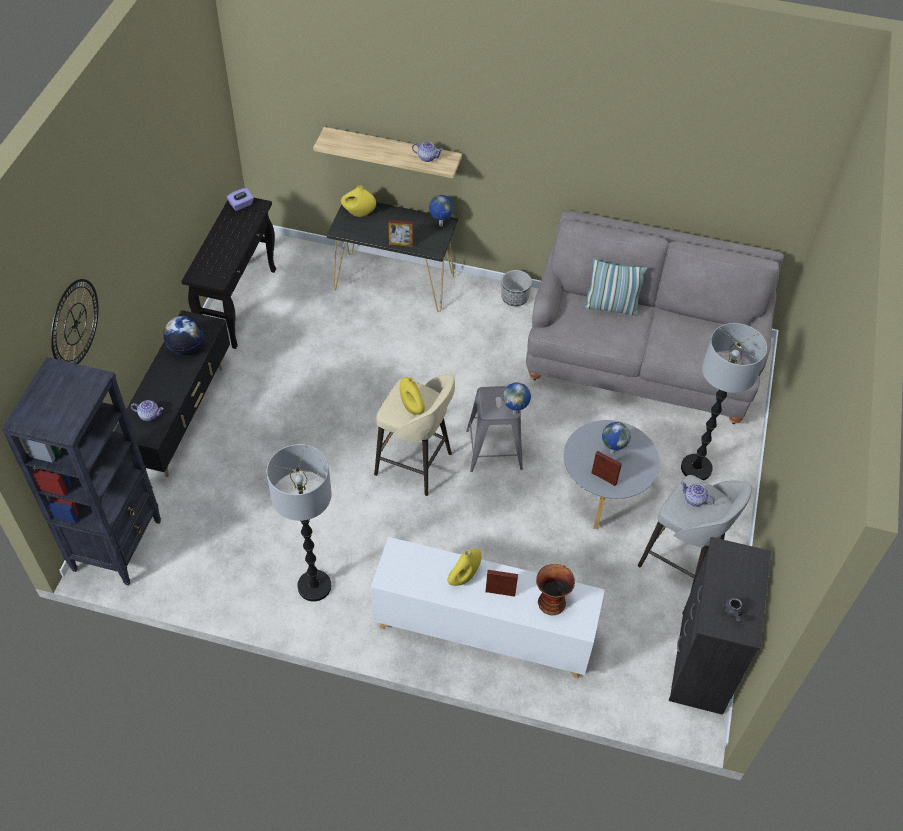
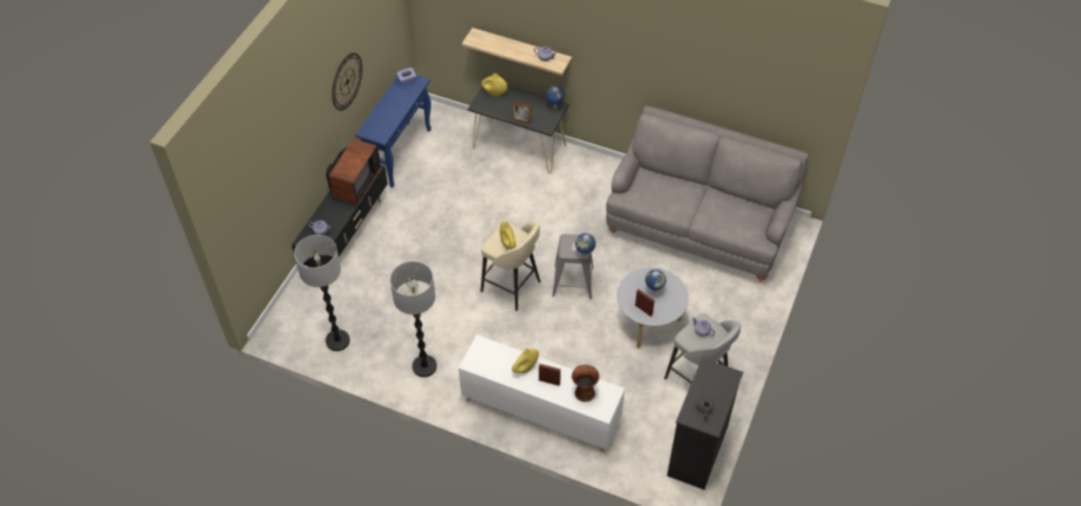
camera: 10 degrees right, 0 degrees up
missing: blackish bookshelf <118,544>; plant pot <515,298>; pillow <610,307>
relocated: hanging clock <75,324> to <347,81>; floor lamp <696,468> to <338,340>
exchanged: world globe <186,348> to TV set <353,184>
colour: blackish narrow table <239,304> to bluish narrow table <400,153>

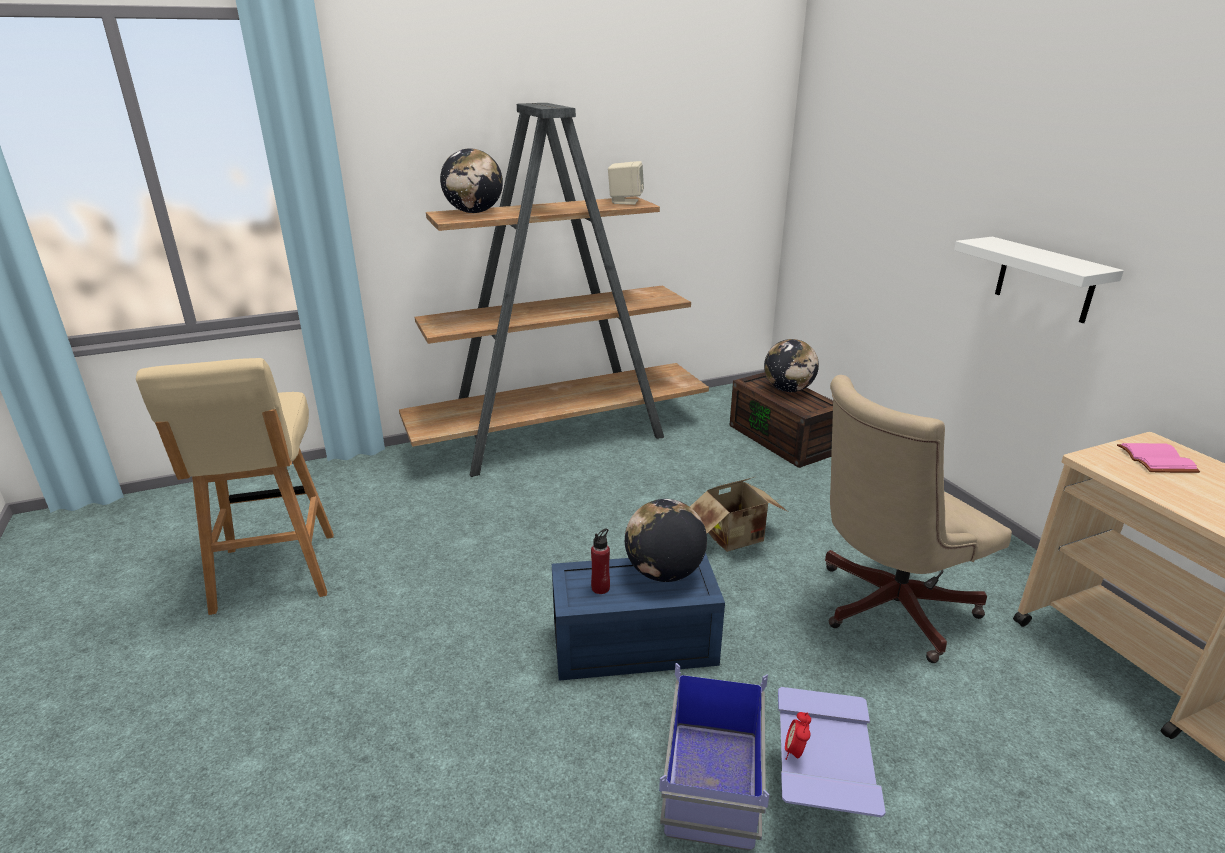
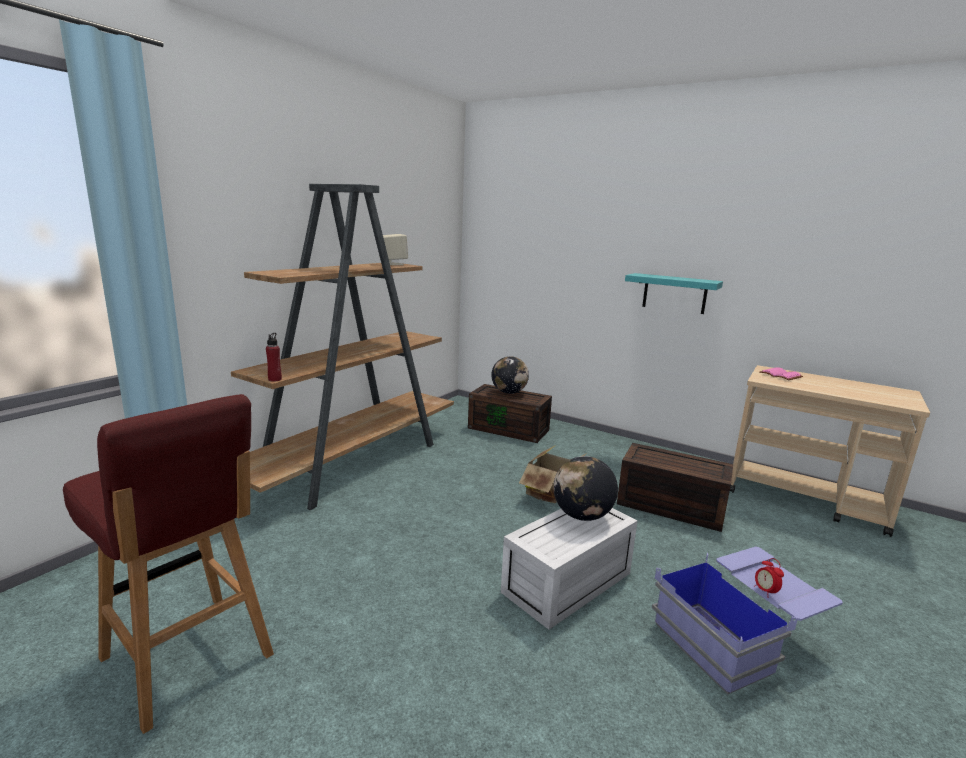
camera: 35 degrees left, 10 degrees down
missing: world globe <474,212>
relocated: red bottle <600,588> to <275,379>
exchanged: sand-coloured desk chair <885,608> to brown-coloured storage box <668,506>
colour: sand-coloured stool seat <274,574> to red stool seat <188,659>; bluish storage box <632,646> to white-coloured storage box <567,584>; white-coloured shelf <1045,280> to turquoise-coloured shelf <674,293>

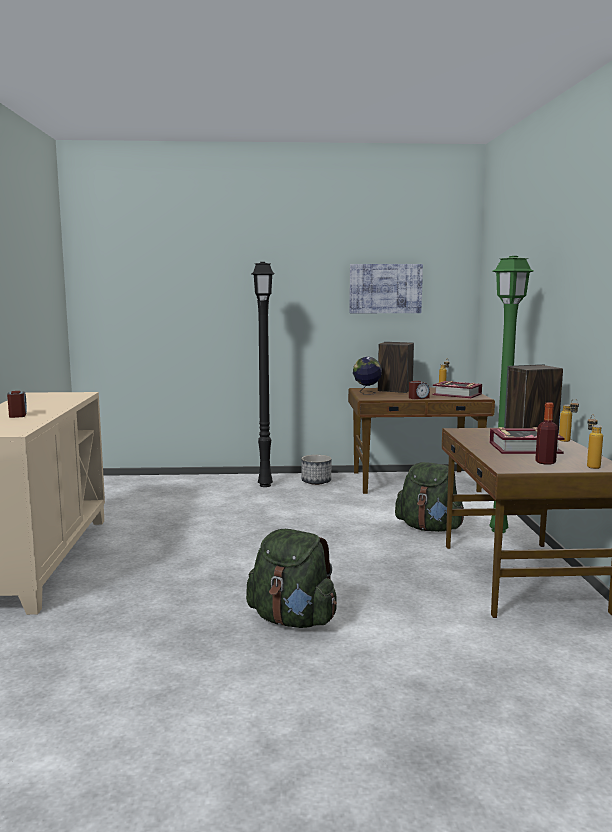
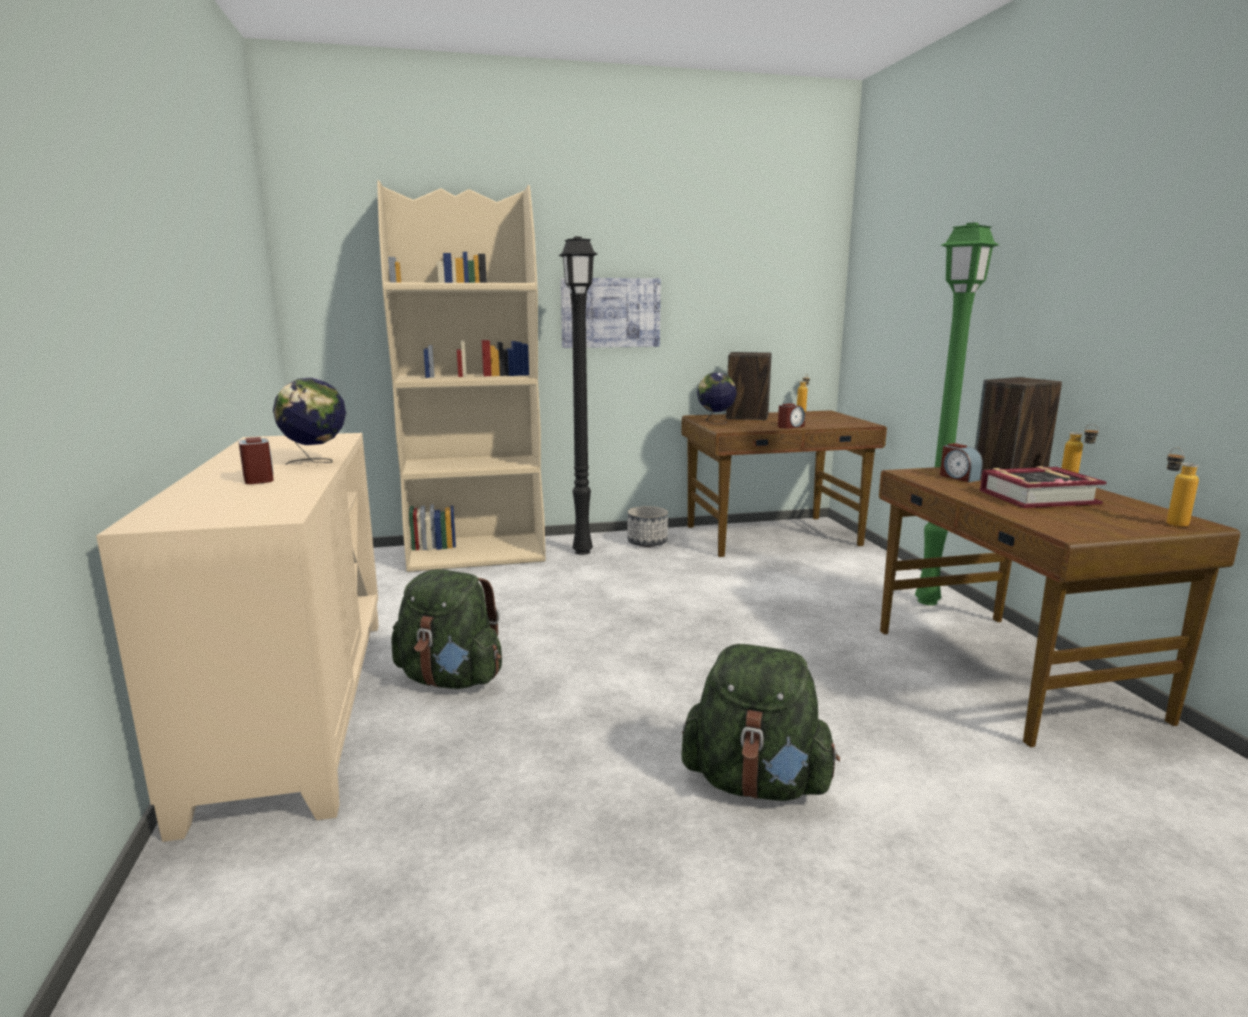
camera: 10 degrees left, 5 degrees up
missing: book <457,394>; bottle <545,462>
appeared: world globe <316,462>; sand-coloured bookshelf <477,553>; table clock <958,477>
relocated: wall art <385,288> to <610,313>; green-coloured rucksack <429,528> to <451,679>

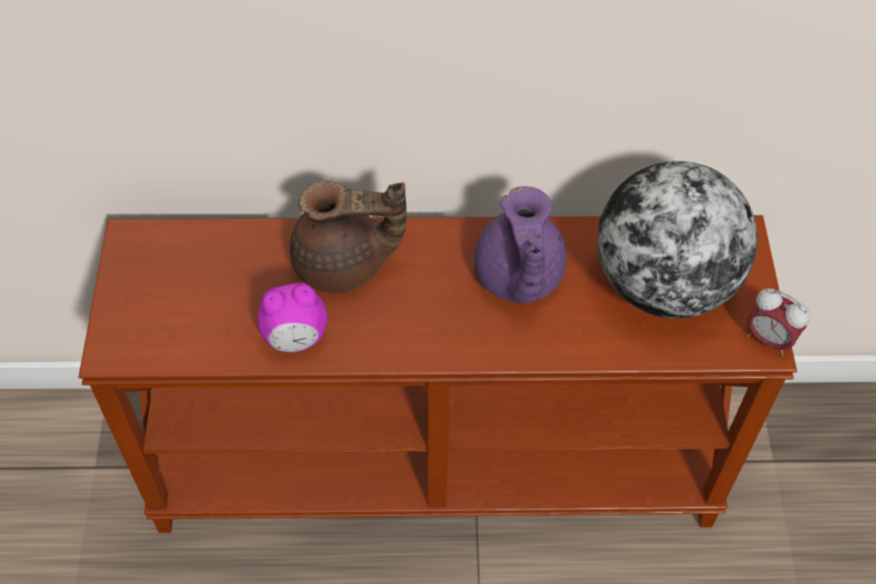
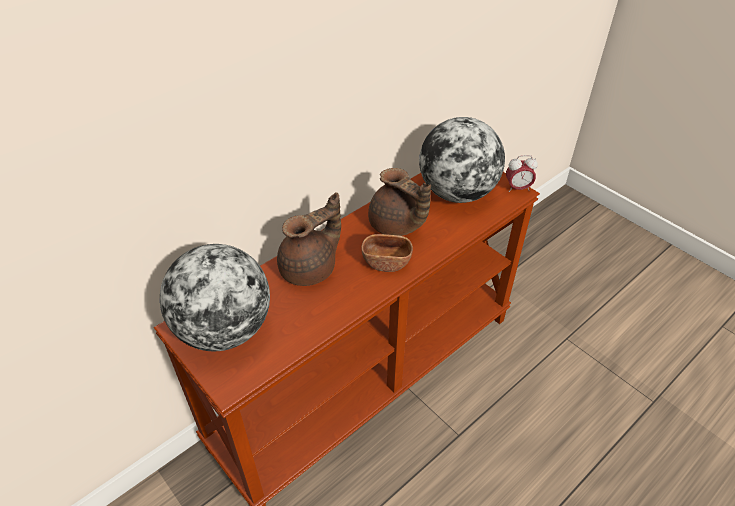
camera: 40 degrees left, 10 degrees down
missing: table clock <295,338>
appeared: world globe <225,330>; brown-coloured serving bowl <386,262>
colour: purple-coloured pot for tea <517,278> to brown-coloured pot for tea <396,226>

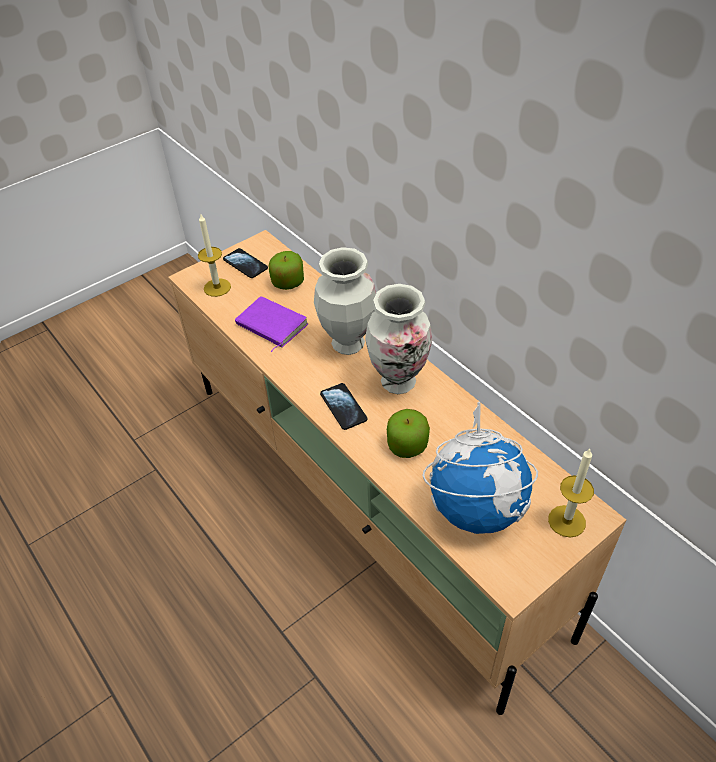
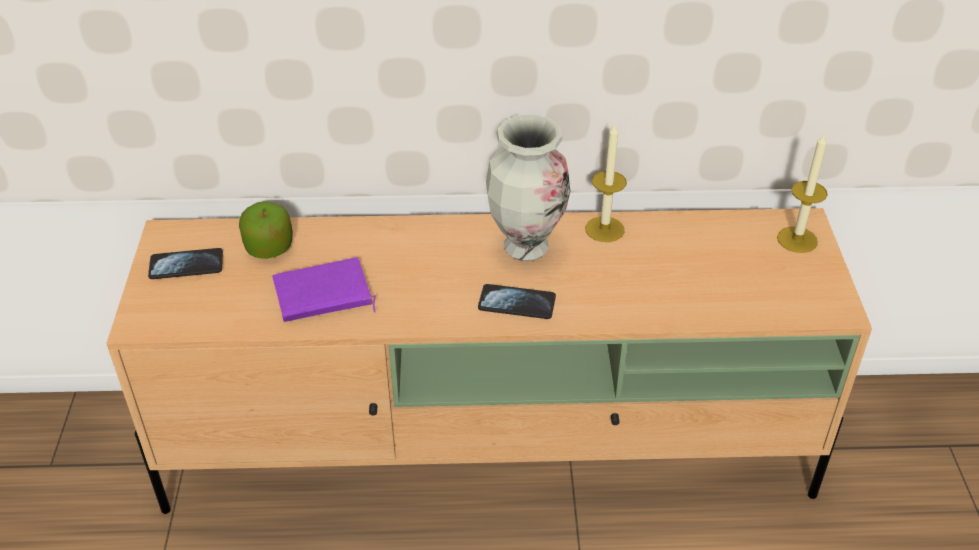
camera: 55 degrees left, 5 degrees down
missing: decorative vase <347,344>; apple fruit <407,445>; world globe <477,508>
relocated: candle <217,287> to <604,229>

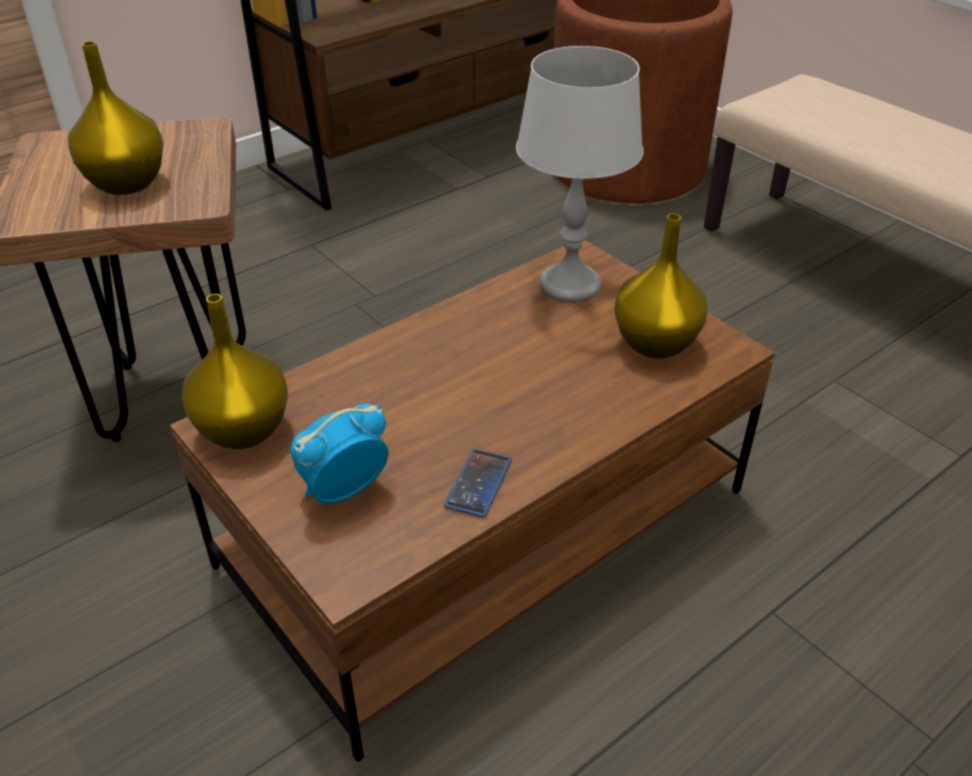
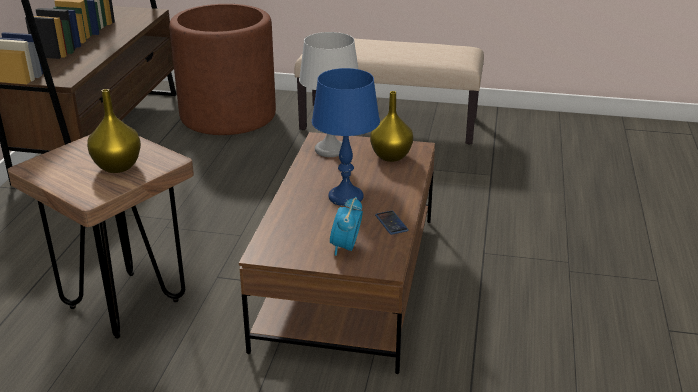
camera: 40 degrees left, 10 degrees down
missing: yellowish decorative vase <241,431>
appeared: bluish table lamp <346,197>

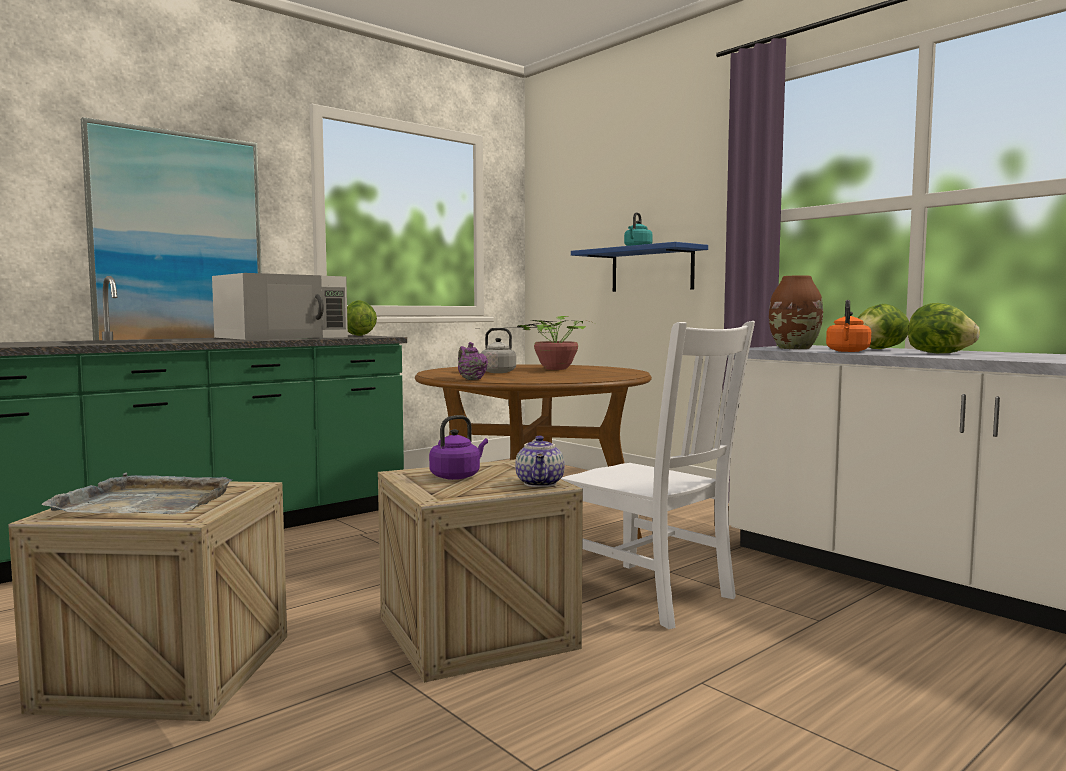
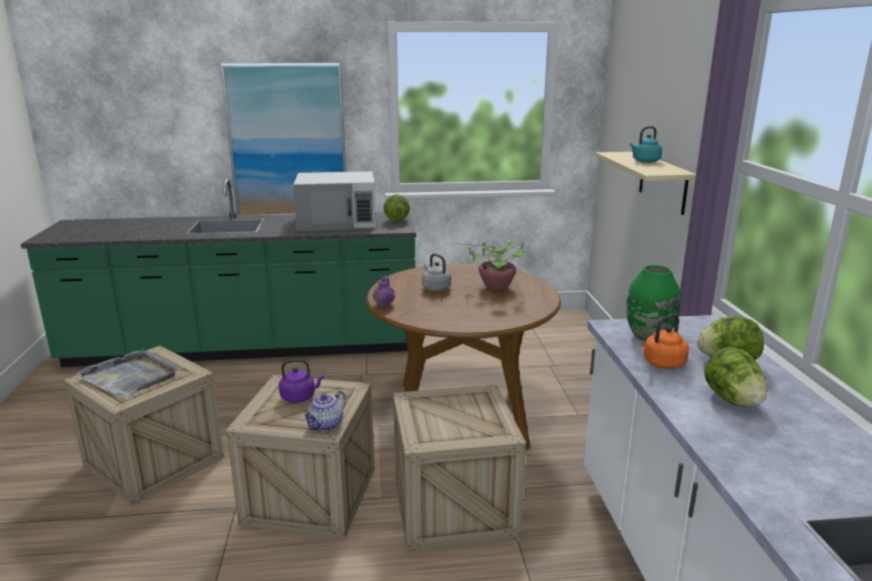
camera: 35 degrees right, 15 degrees up
exchanged: white-coloured chair <652,595> to shipping crate <454,509>
colour: bluish shelf <652,270> to sand-coloured shelf <663,182>; brown-coloured decorative vase <794,348> to green-coloured decorative vase <648,336>

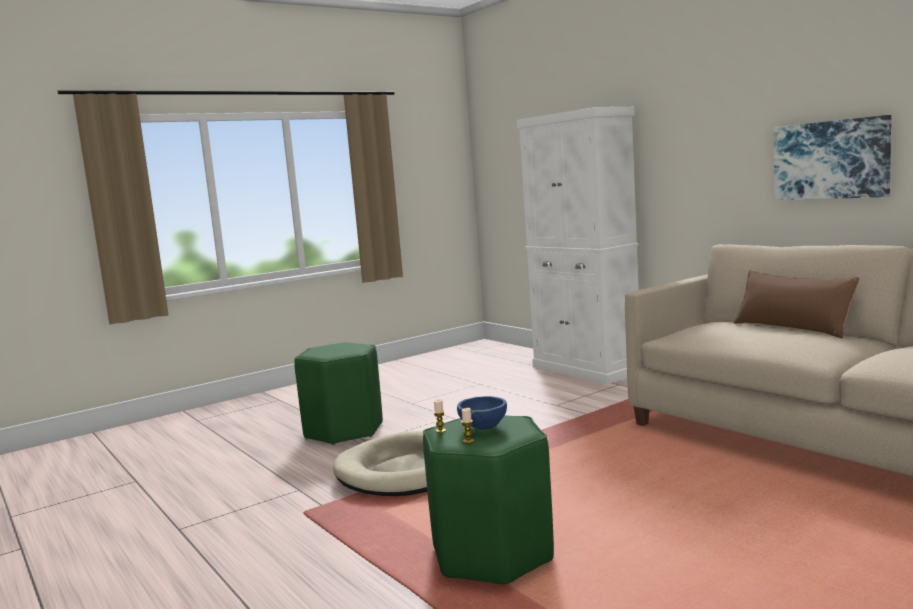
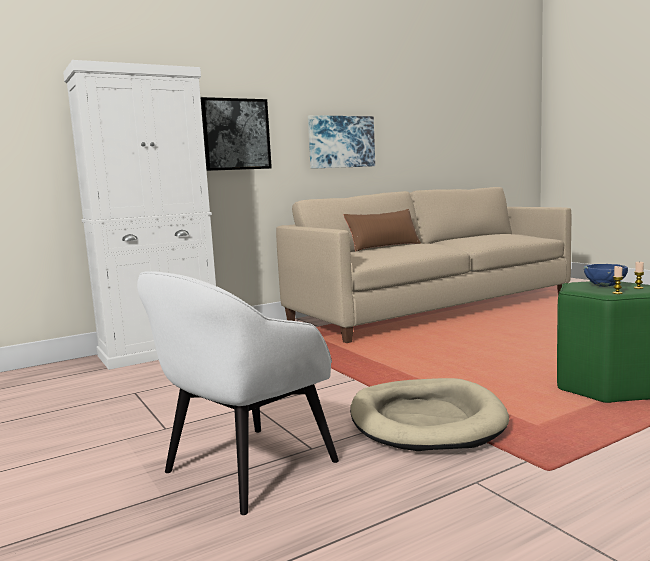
camera: 85 degrees left, 0 degrees up
appeared: wall art <236,134>
exchanged: green-coloured stool seat <344,430> to white-coloured lounge chair <247,468>

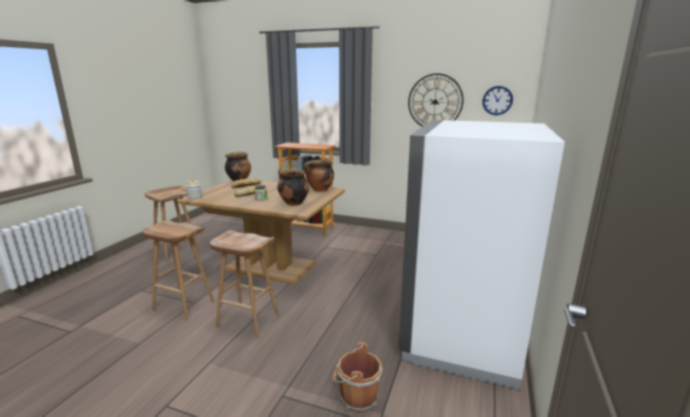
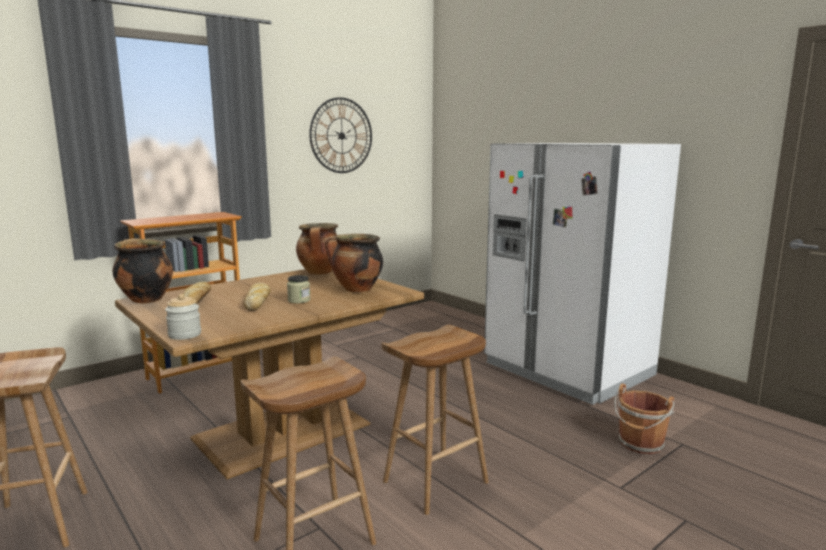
camera: 60 degrees left, 5 degrees down
missing: hanging clock <497,100>

